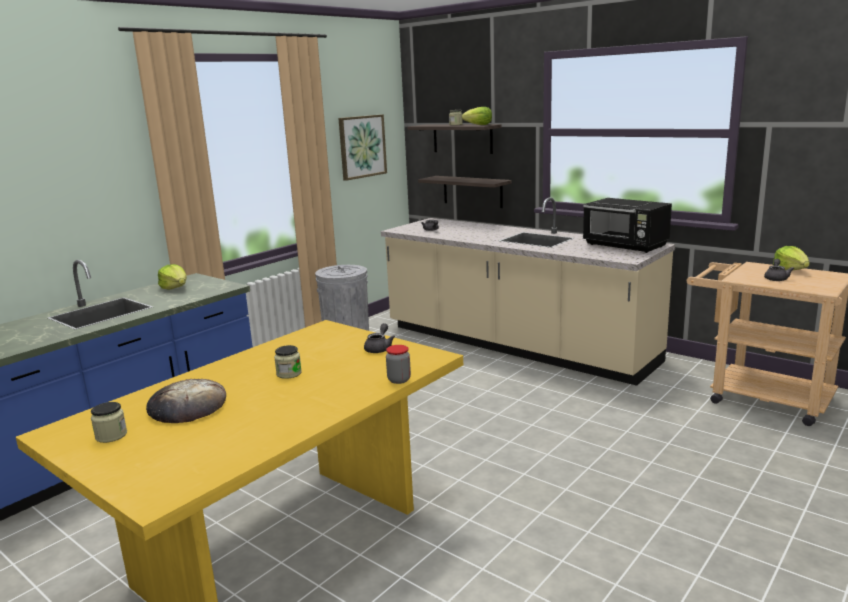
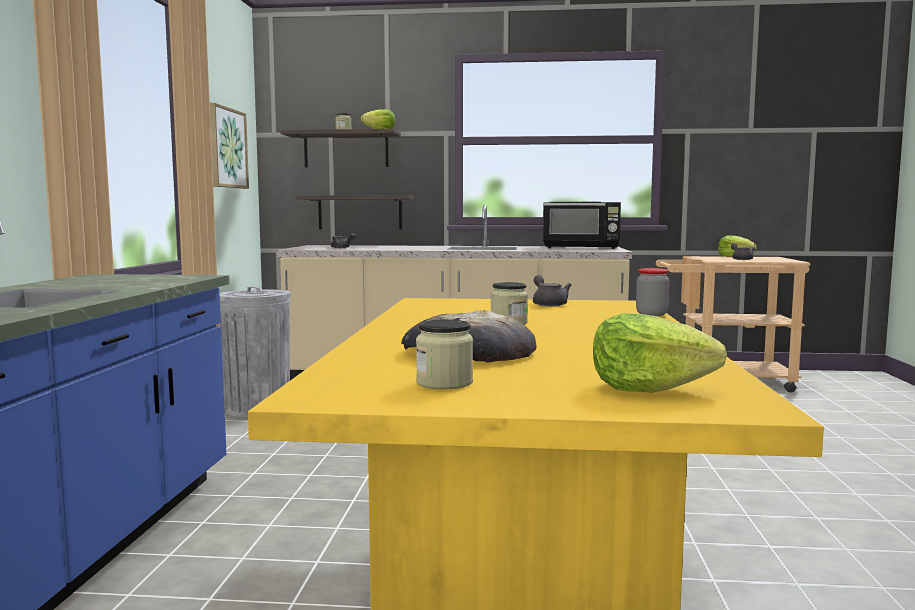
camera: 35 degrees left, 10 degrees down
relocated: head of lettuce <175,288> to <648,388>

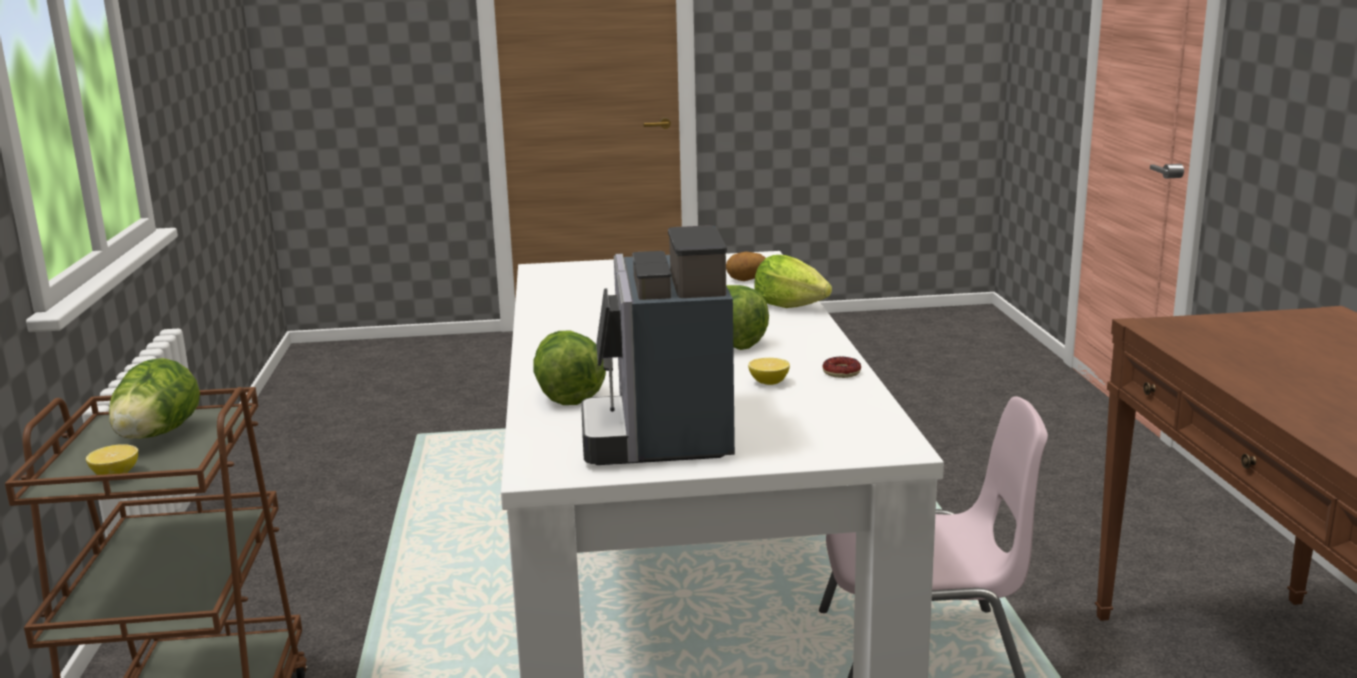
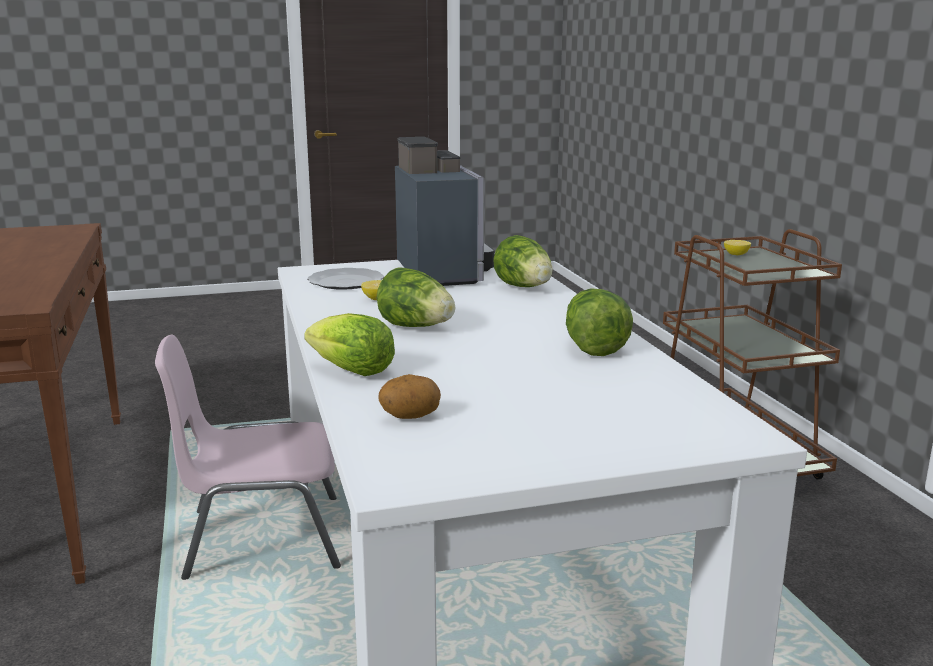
camera: 170 degrees right, 0 degrees up
missing: ring doughnut <841,372>
appeared: plate <346,282>
relocated: head of lettuce <156,436> to <593,347>

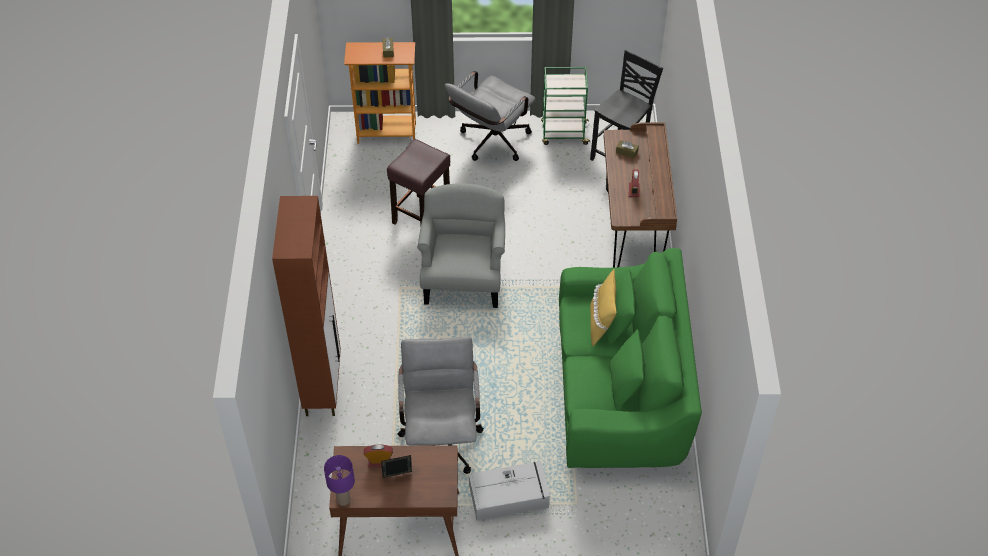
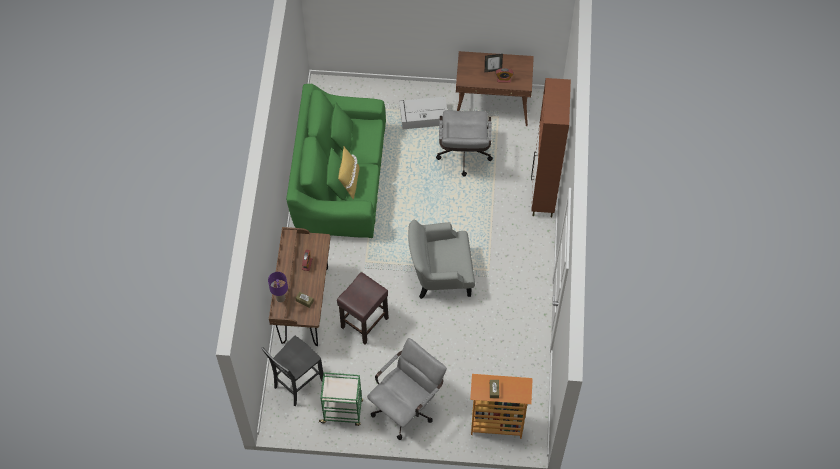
camera: 175 degrees left, 10 degrees up
relocated: purple-coloured table lamp <343,499> to <280,298>; brown-coloured stool seat <422,216> to <364,323>
spun: gray lounge chair <463,278> = <440,275> 75 degrees clockwise

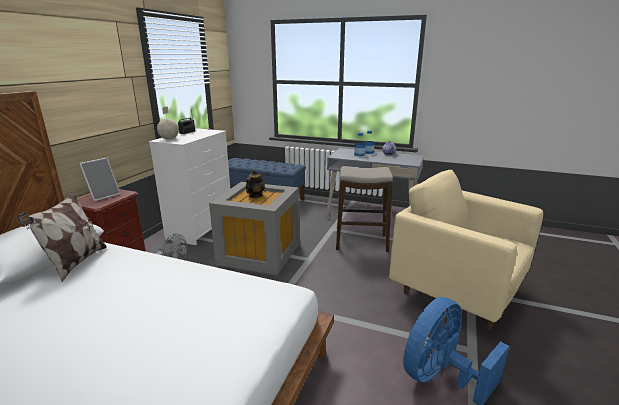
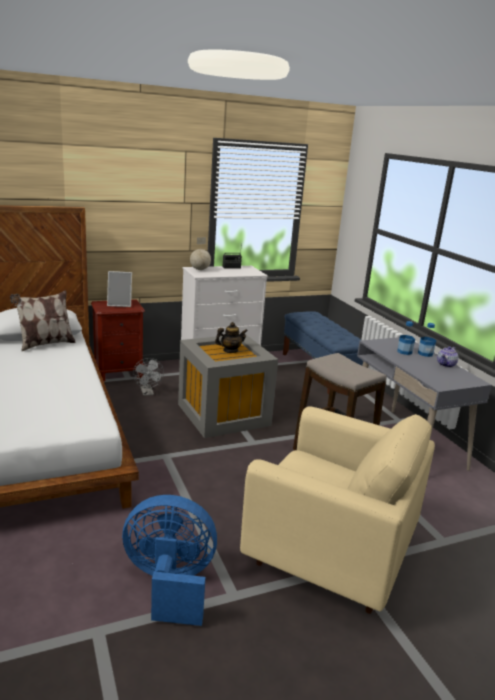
camera: 45 degrees right, 0 degrees up
spun: sand-coloured lounge chair <457,293> = <328,557> 120 degrees clockwise

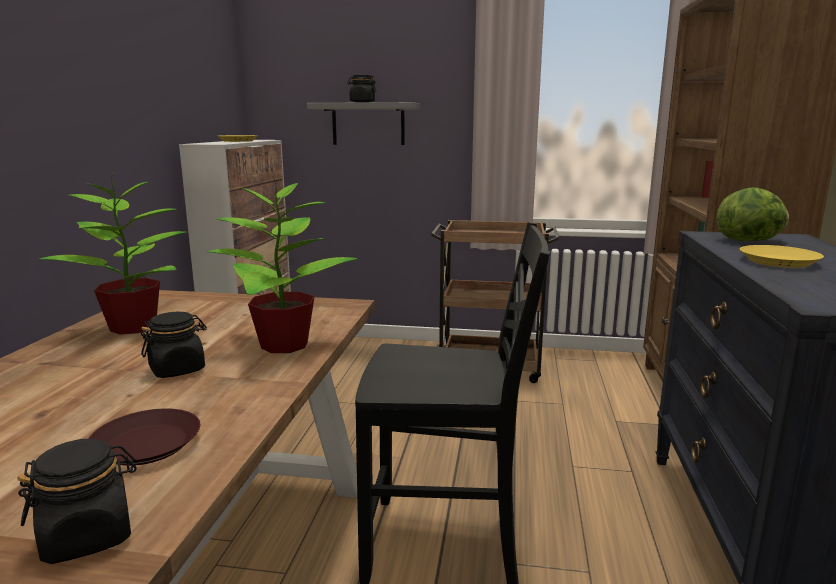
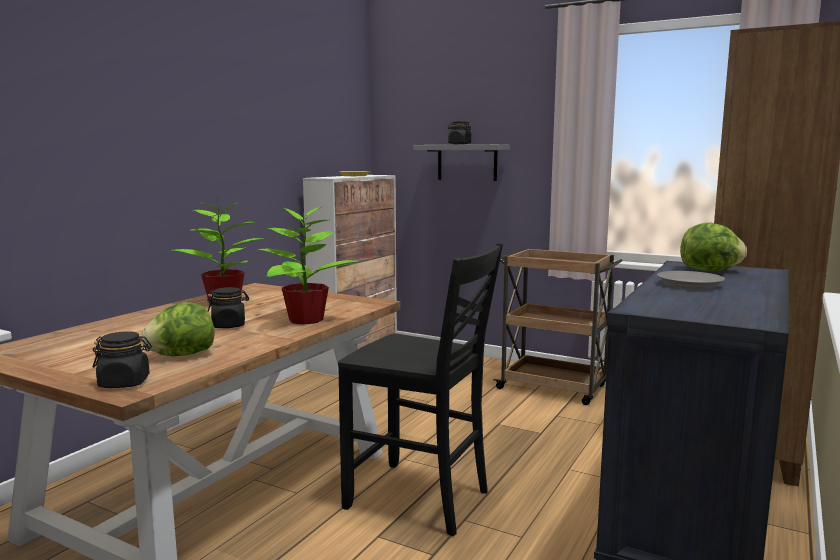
camera: 20 degrees right, 5 degrees down
exchanged: brown-coloured plate <148,445> to head of lettuce <181,355>
colour: yellowish plate <779,262> to gray plate <690,285>

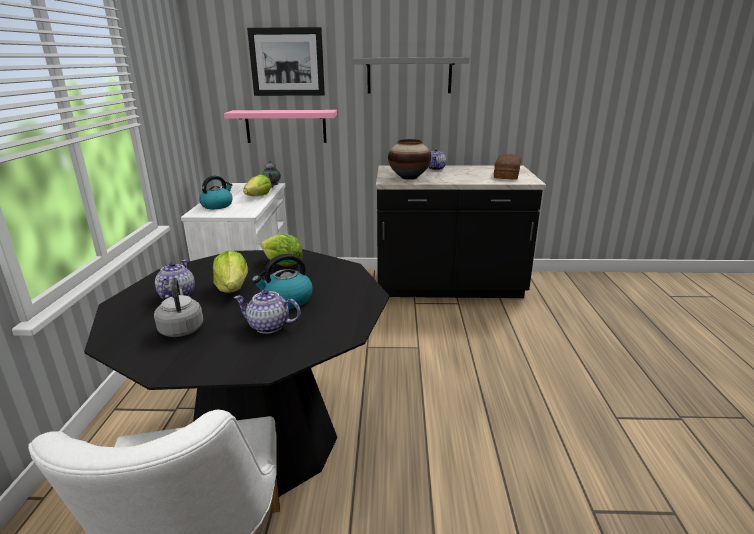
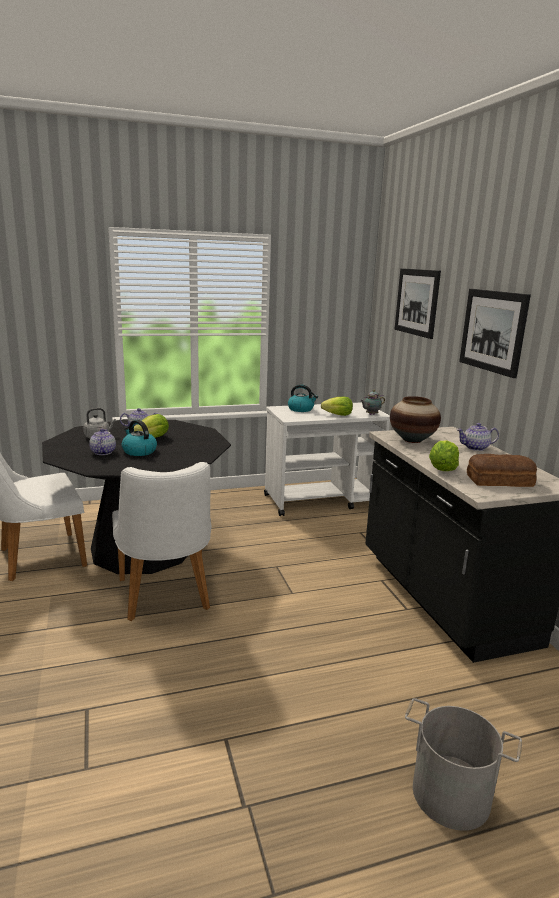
camera: 70 degrees right, 5 degrees down
missing: pink-coloured shelf <285,126>
appeared: white-coloured chair <166,598>; gray water bucket <451,793>
relocated: head of lettuce <283,265> to <442,469>
exchanged: gray shelf <409,75> to wall art <492,331>

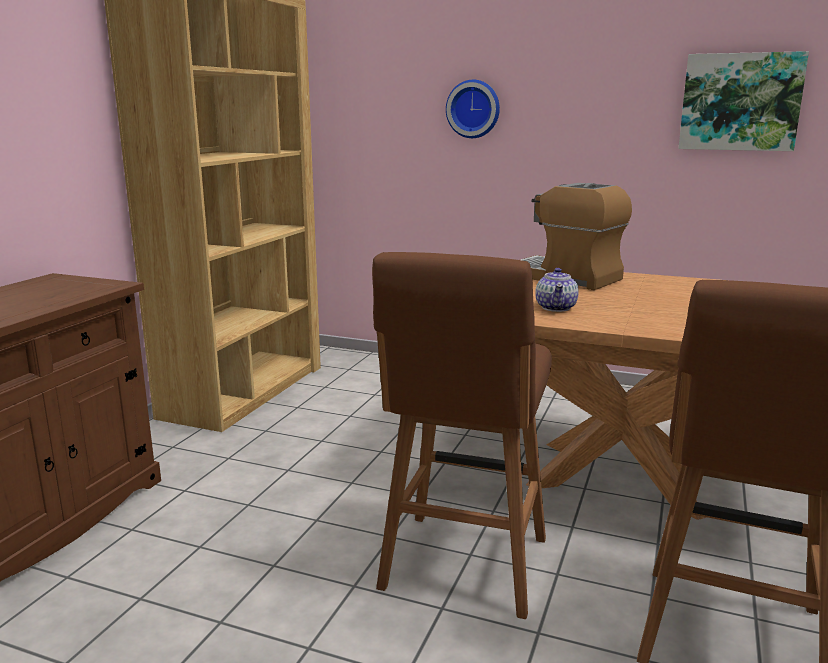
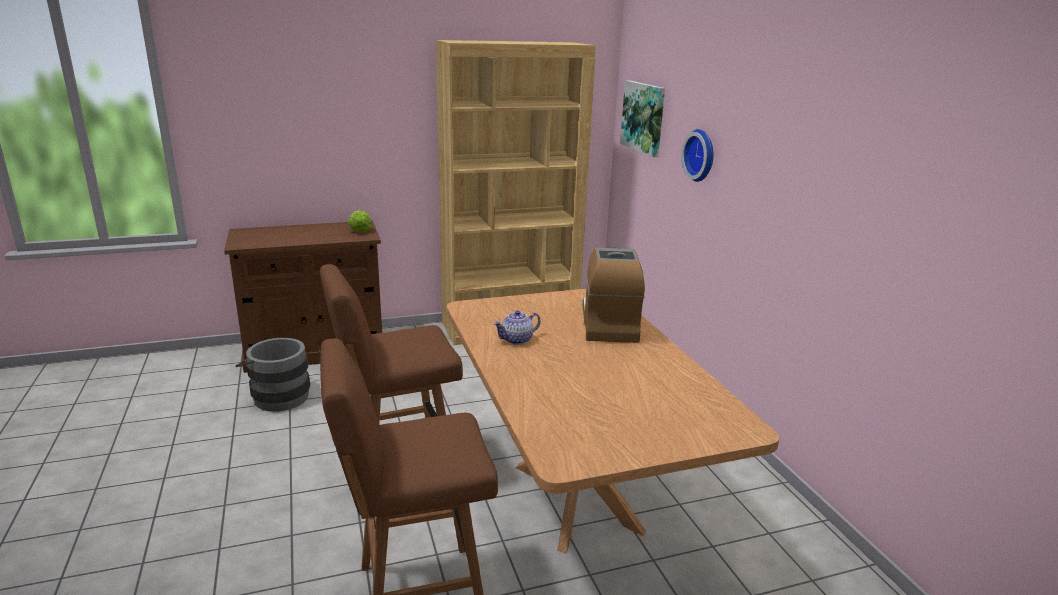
camera: 50 degrees right, 5 degrees up
appeared: gray water bucket <278,396>; head of lettuce <359,230>
relocated: wall art <740,102> to <644,117>

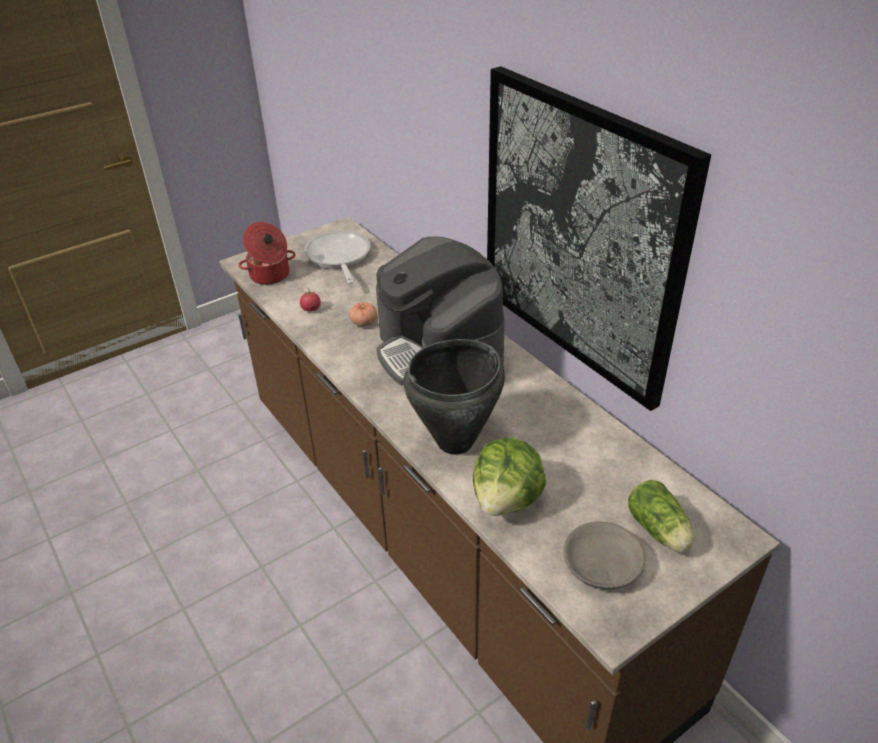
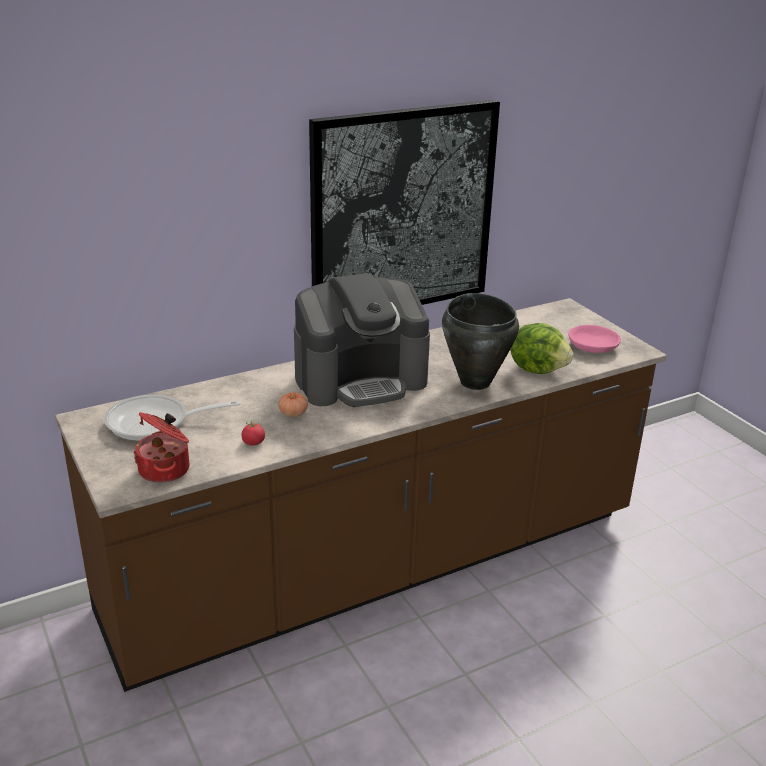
camera: 85 degrees left, 10 degrees down
missing: head of lettuce <659,532>
colour: gray serving bowl <601,565> to pink-coloured serving bowl <593,347>

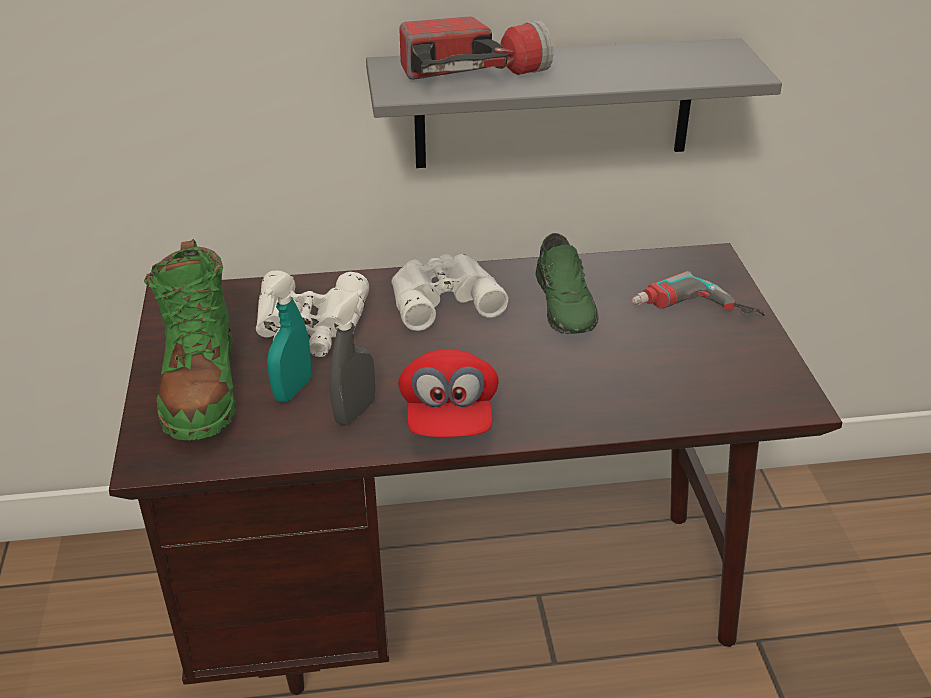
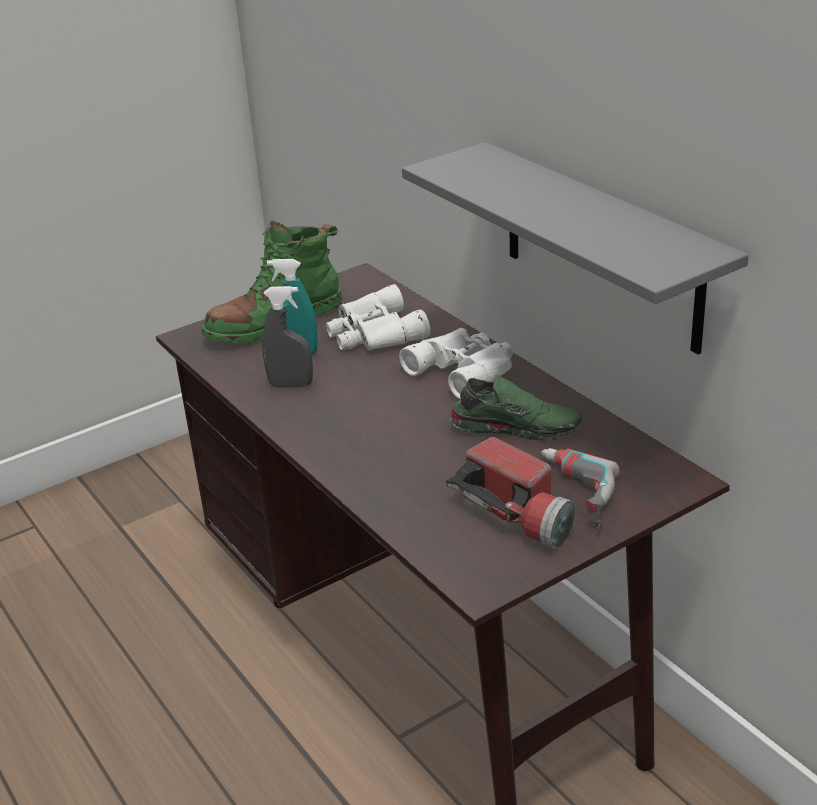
camera: 65 degrees right, 5 degrees down
missing: red peaked cap <449,416>
relocated: torch <474,73> to <517,512>
spun: green-coloured shoe <566,304> = <516,426> 135 degrees counterclockwise

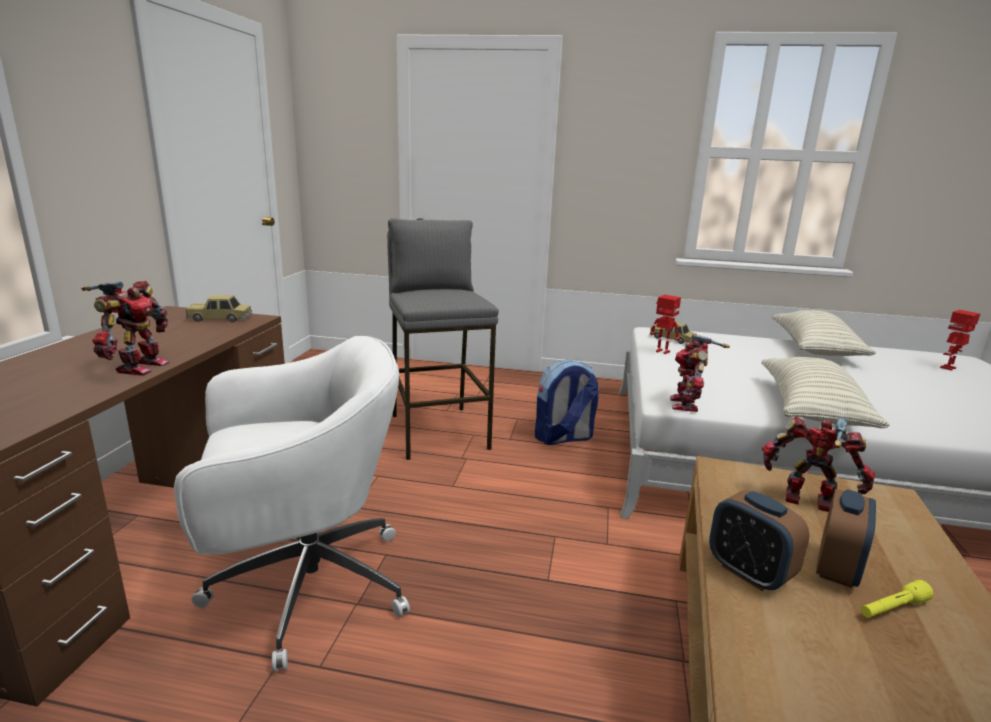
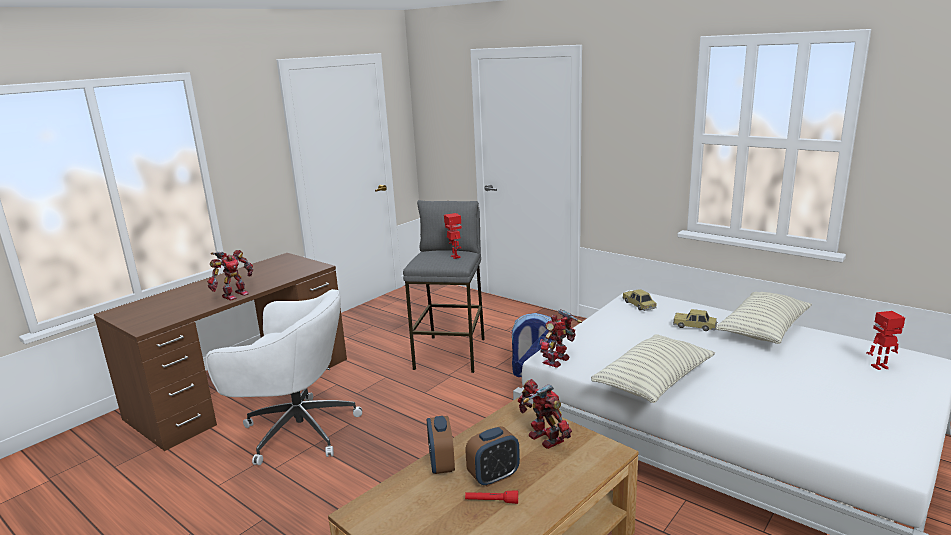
camera: 30 degrees right, 0 degrees up
relocated: toy car <220,319> to <694,326>; model robot <662,352> to <455,257>
colour: yellowish torch <892,608> to red torch <492,501>

